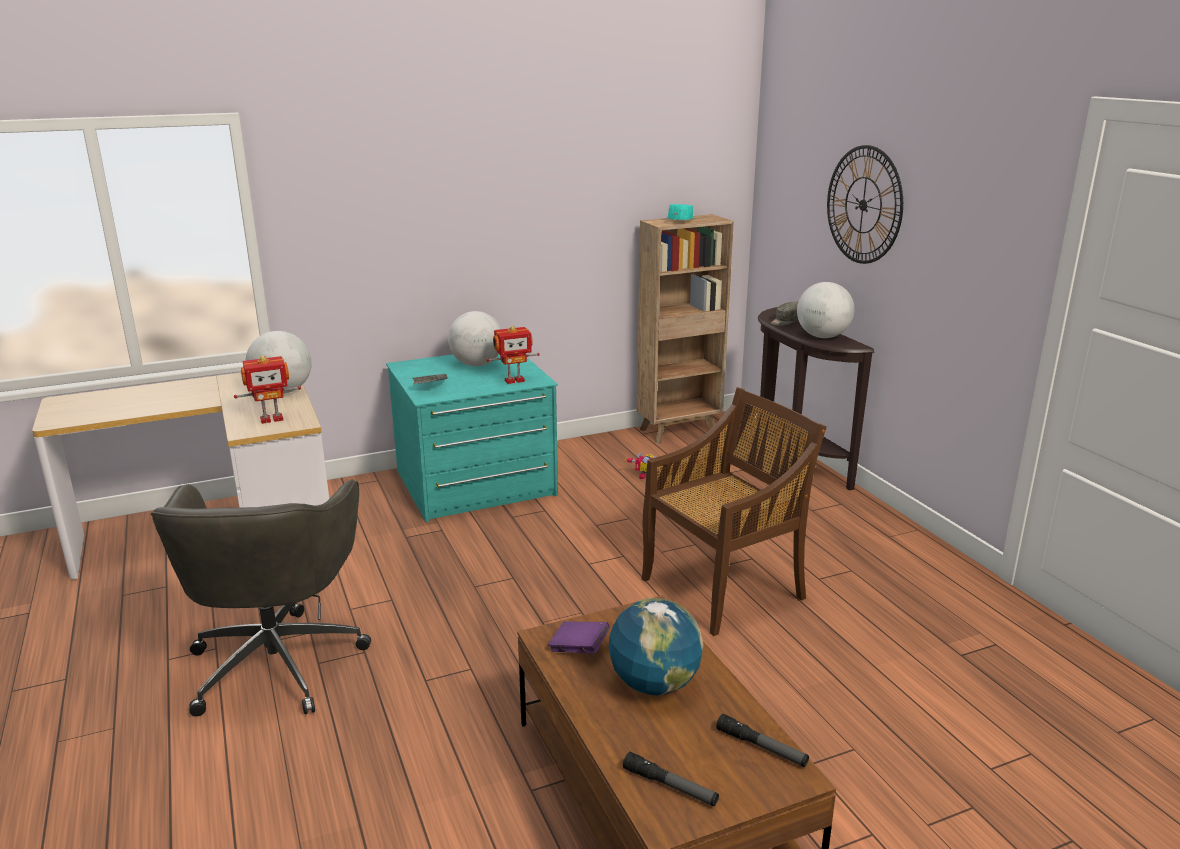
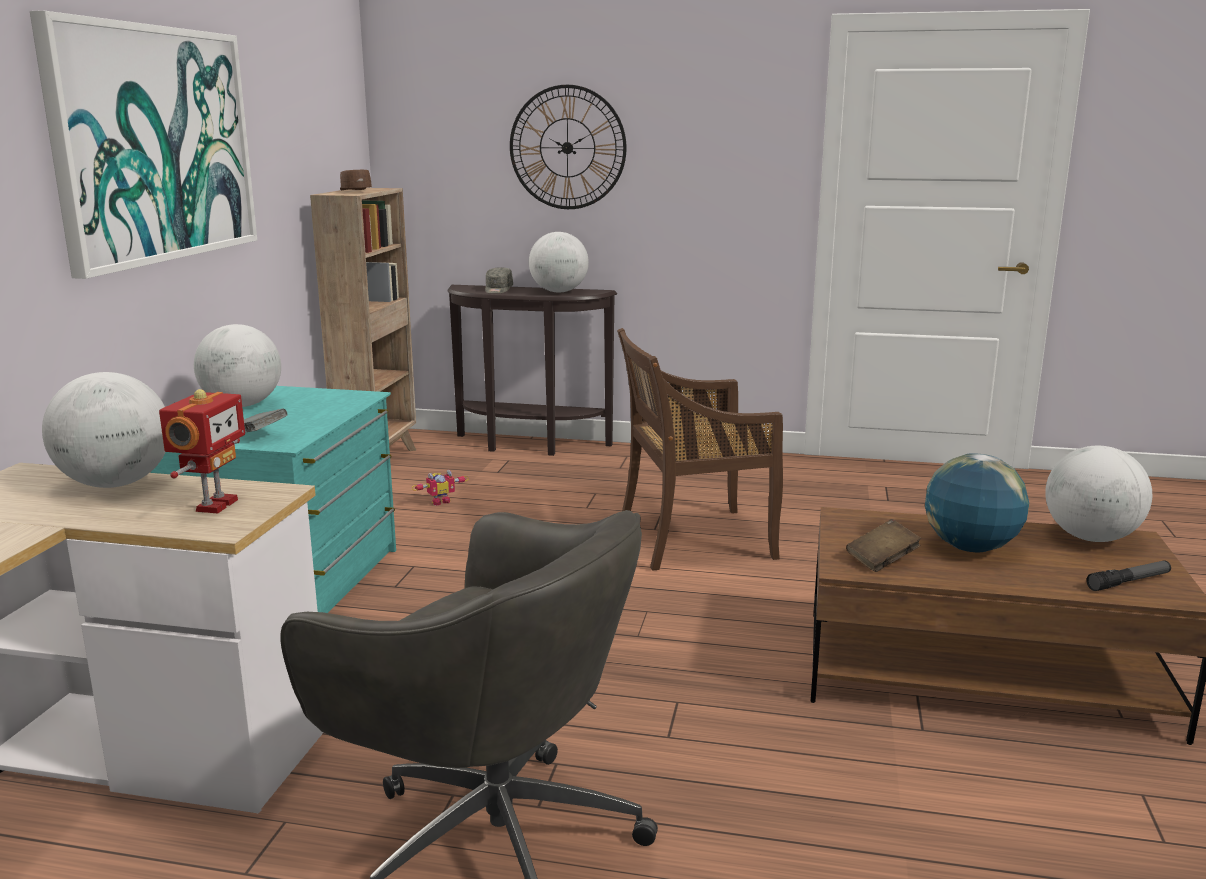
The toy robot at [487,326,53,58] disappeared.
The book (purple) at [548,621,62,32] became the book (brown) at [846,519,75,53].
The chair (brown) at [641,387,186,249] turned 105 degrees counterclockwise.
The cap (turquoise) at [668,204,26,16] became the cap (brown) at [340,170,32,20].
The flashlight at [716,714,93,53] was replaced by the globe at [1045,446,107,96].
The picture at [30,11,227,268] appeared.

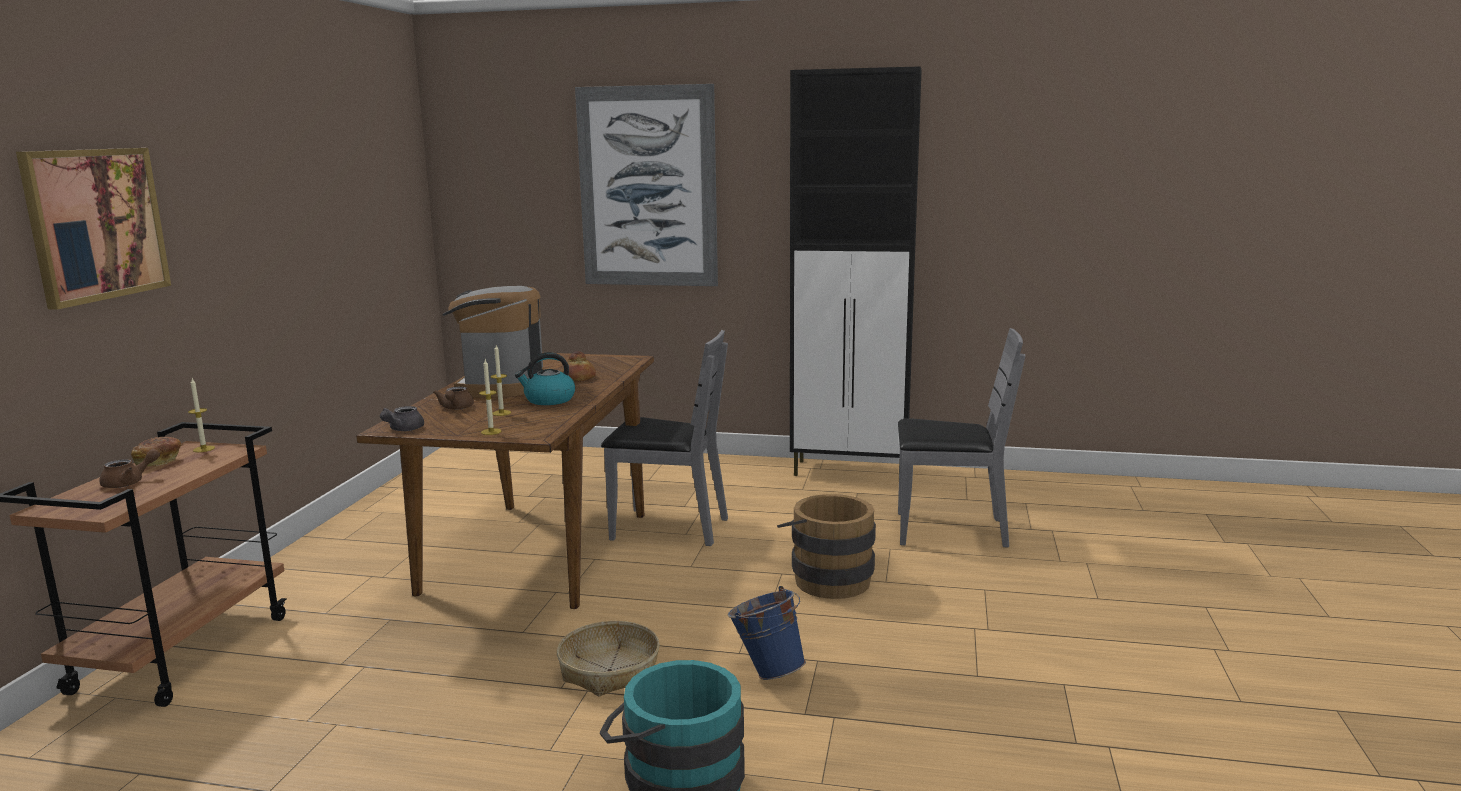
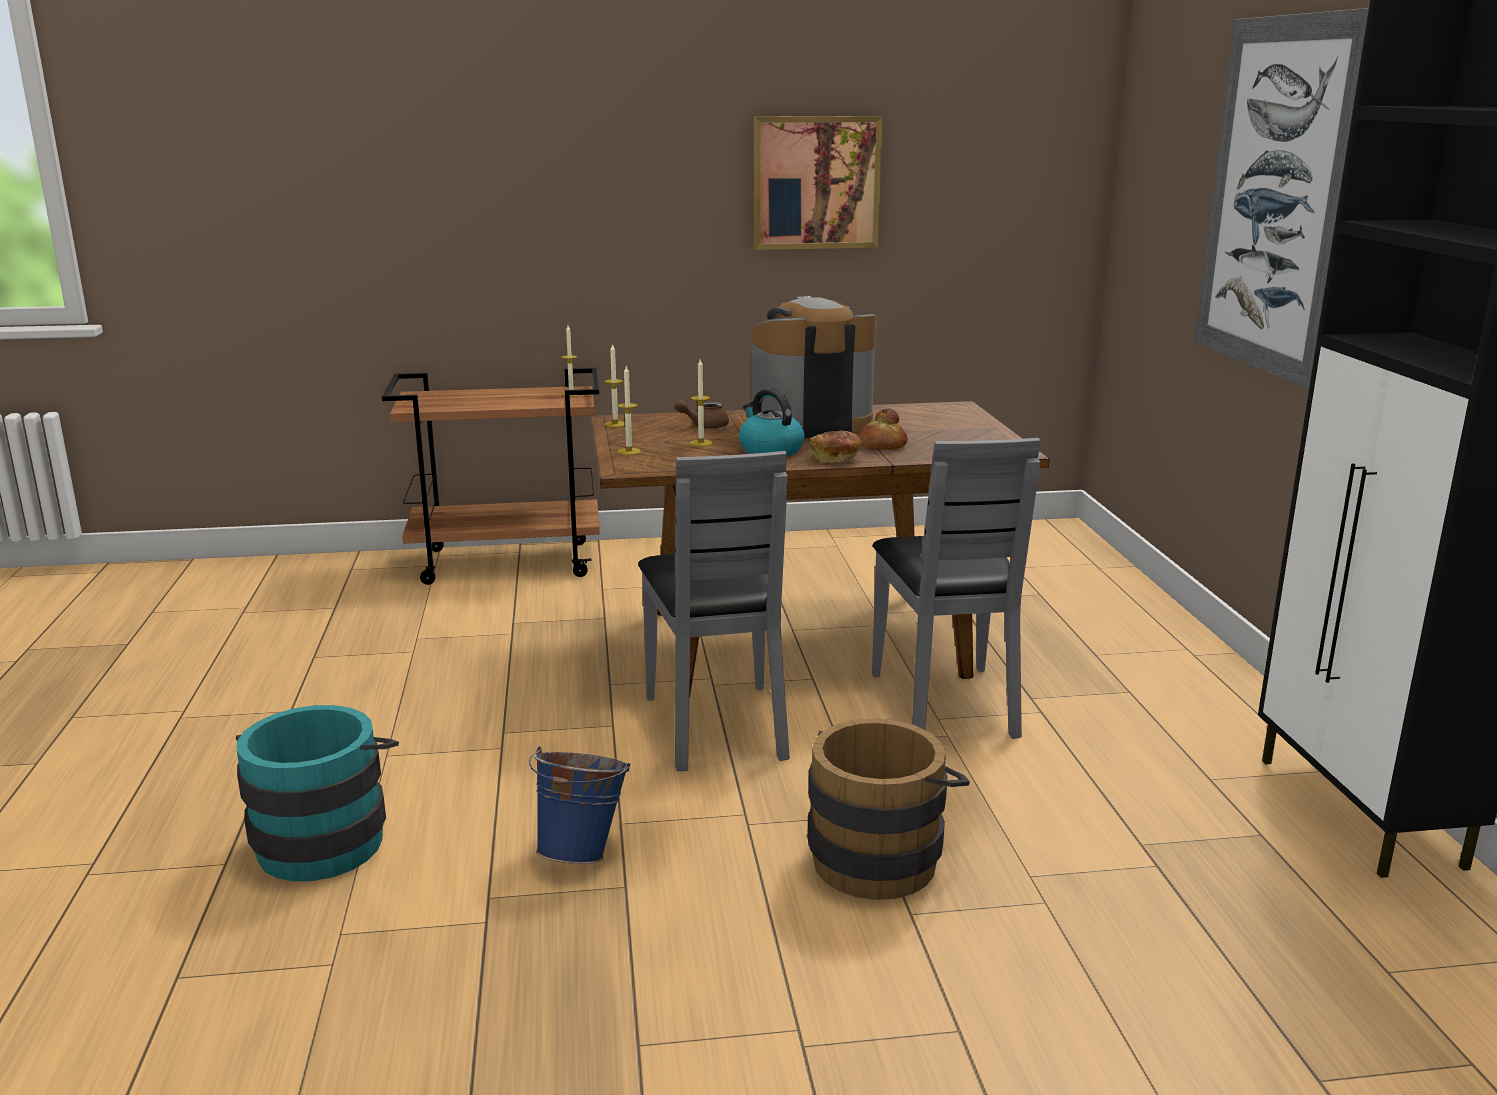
The picture moved from [16,148,155,162] to [754,116,129,134].
The teapot (brown) at [100,449,60,39] disappeared.
The bread moved from [131,437,51,30] to [810,430,53,33].
The teapot (grey) at [380,406,44,25] was replaced by the candle at [604,343,21,84].
The basket at [557,621,103,76] disappeared.
The chair (grey) moved from [898,328,127,219] to [638,451,152,320].

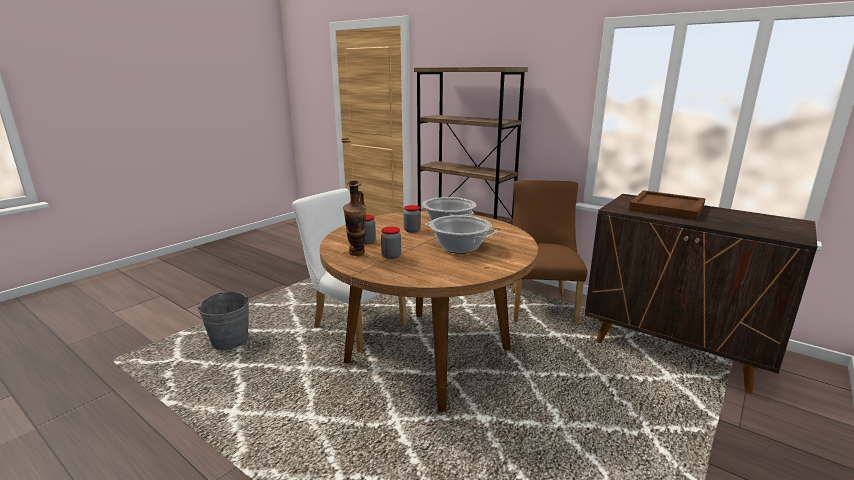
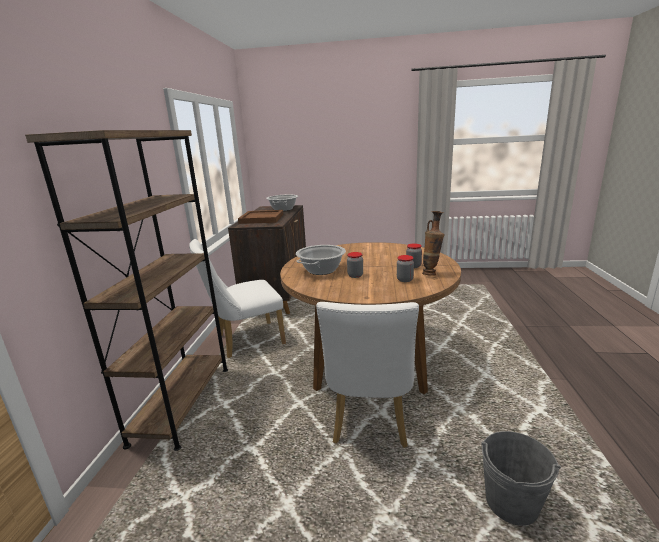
The cooking pot moved from [425,215,72,39] to [266,195,32,16].
The chair (brown) at [511,180,76,144] became the chair (white) at [189,239,97,119].

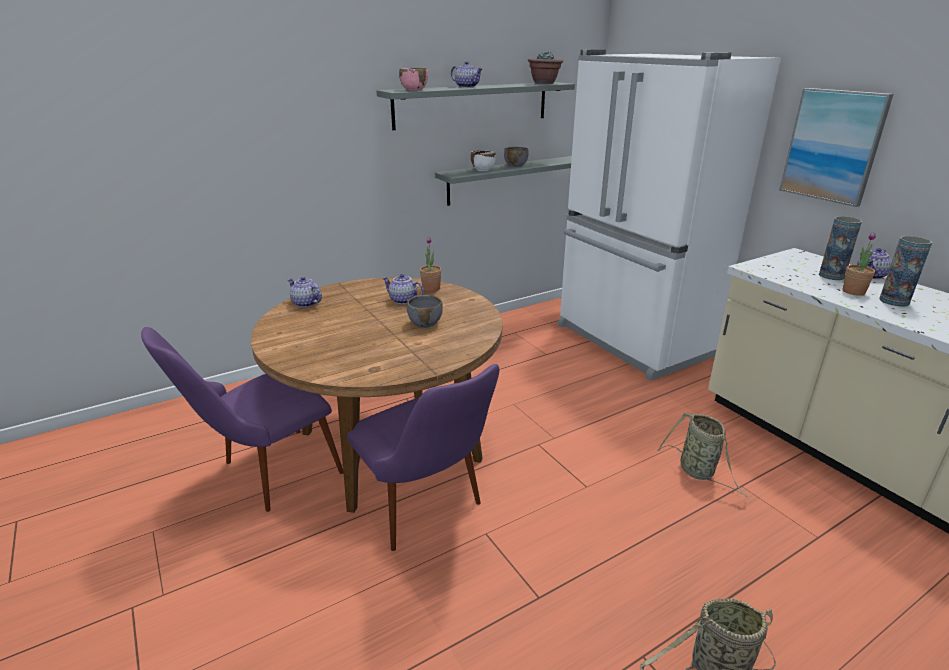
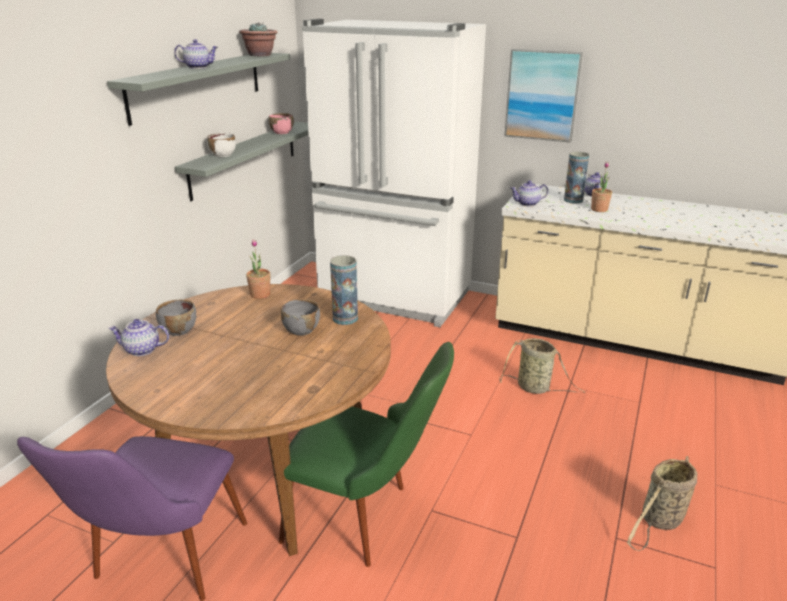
The chair (purple) at [347,364,152,187] became the chair (green) at [279,342,175,225].
The teapot moved from [382,274,42,30] to [510,181,38,25].
The bowl (pink) moved from [399,68,29,22] to [269,113,25,21].
The bowl (grey) moved from [504,147,24,20] to [156,299,40,37].
The vase moved from [880,236,52,71] to [330,255,28,70].

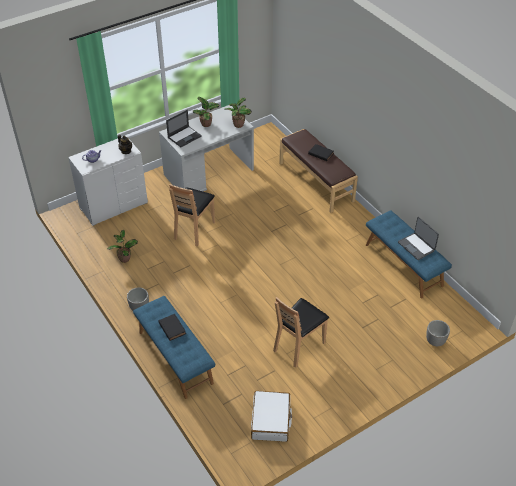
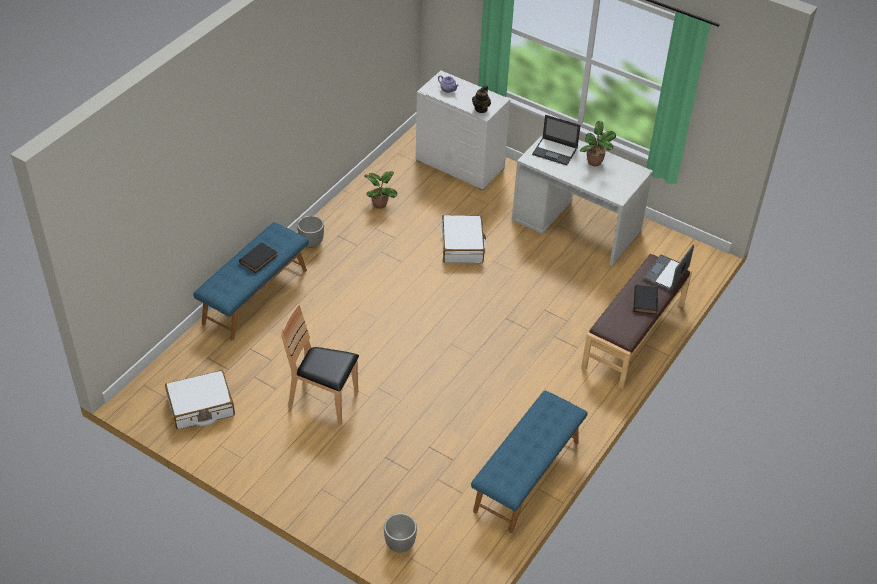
The chair (brown) at [169,184,46,62] was replaced by the suitcase (white) at [442,215,44,48].
The potted plant at [225,98,27,30] disappeared.
The laptop moved from [398,217,41,43] to [643,245,51,46].

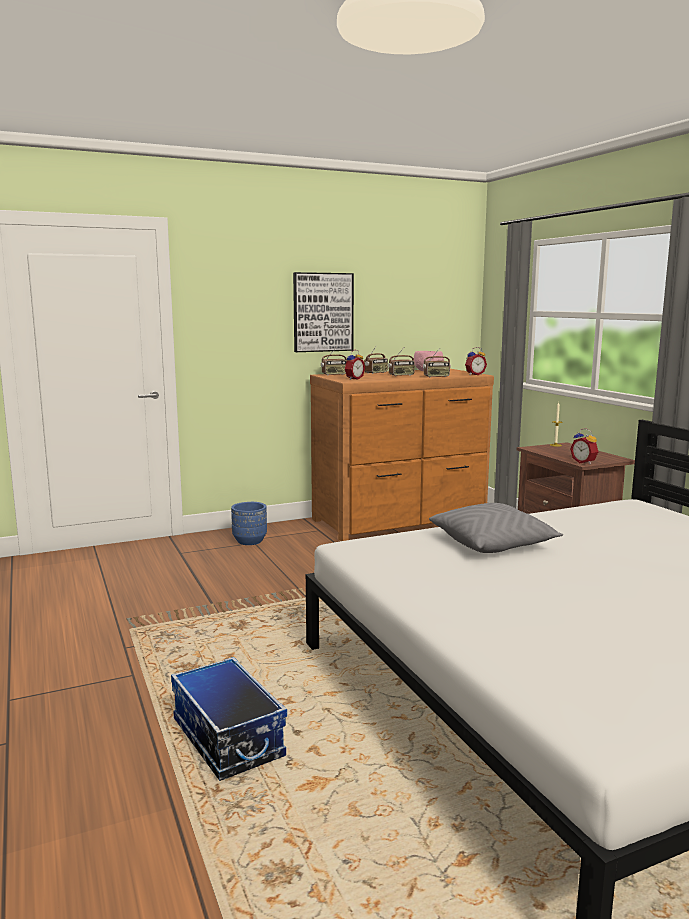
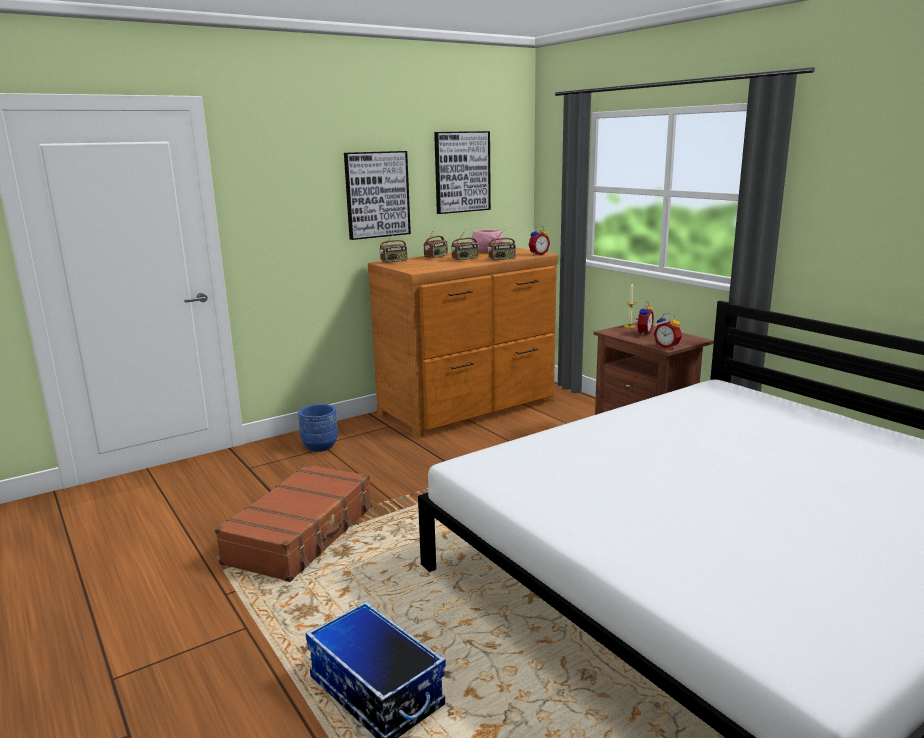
The alarm clock moved from [345,350,20,30] to [635,302,19,34].
The pillow (grey) at [429,503,134,50] disappeared.
The suitcase (brown) at [215,464,157,118] appeared.
The picture at [434,131,57,83] appeared.

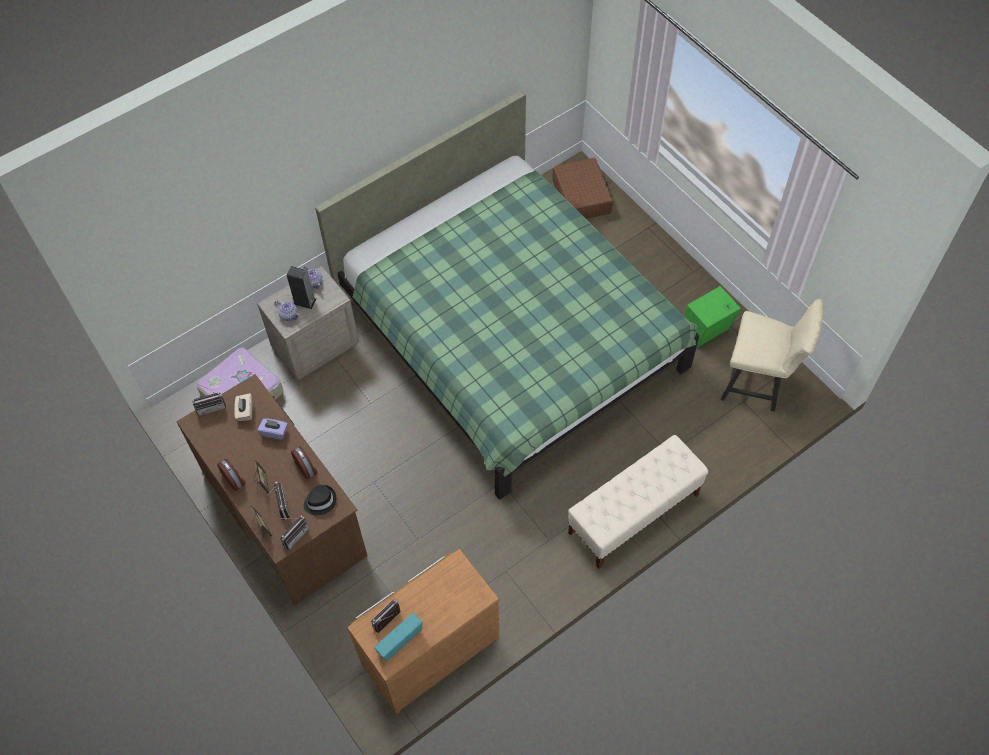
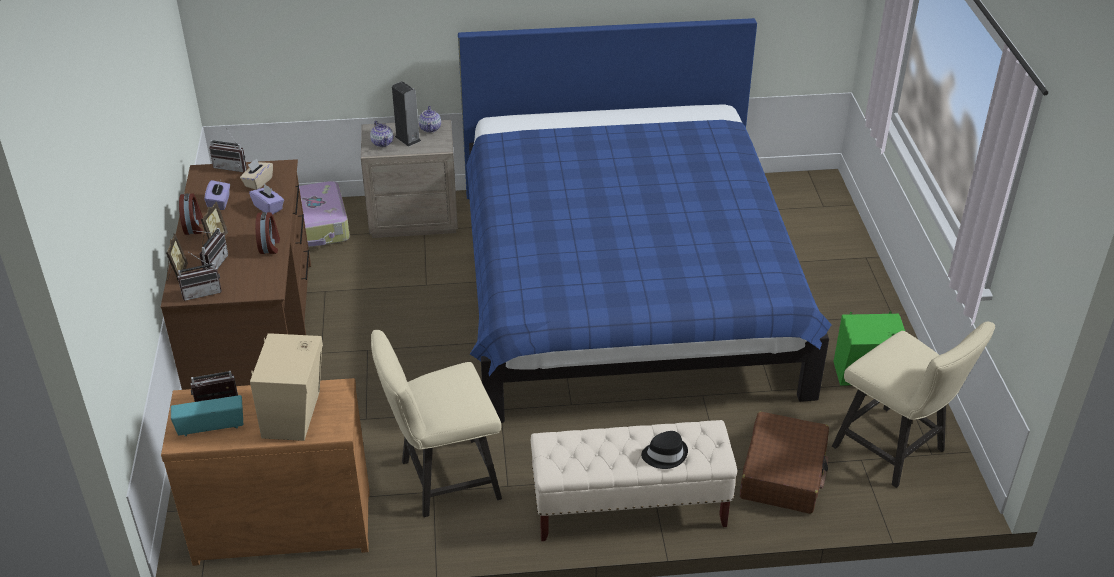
The hat (black) moved from [304,485,32,30] to [641,431,47,38].
The bed (green) at [315,91,384,409] became the bed (blue) at [458,18,374,405].
The suitcase (brown) moved from [552,158,61,61] to [740,411,89,103].
The tissue box (purple) at [204,180,26,30] appeared.
The speaker (beige) at [250,333,73,108] appeared.
The chair (beige) at [371,330,131,187] appeared.

